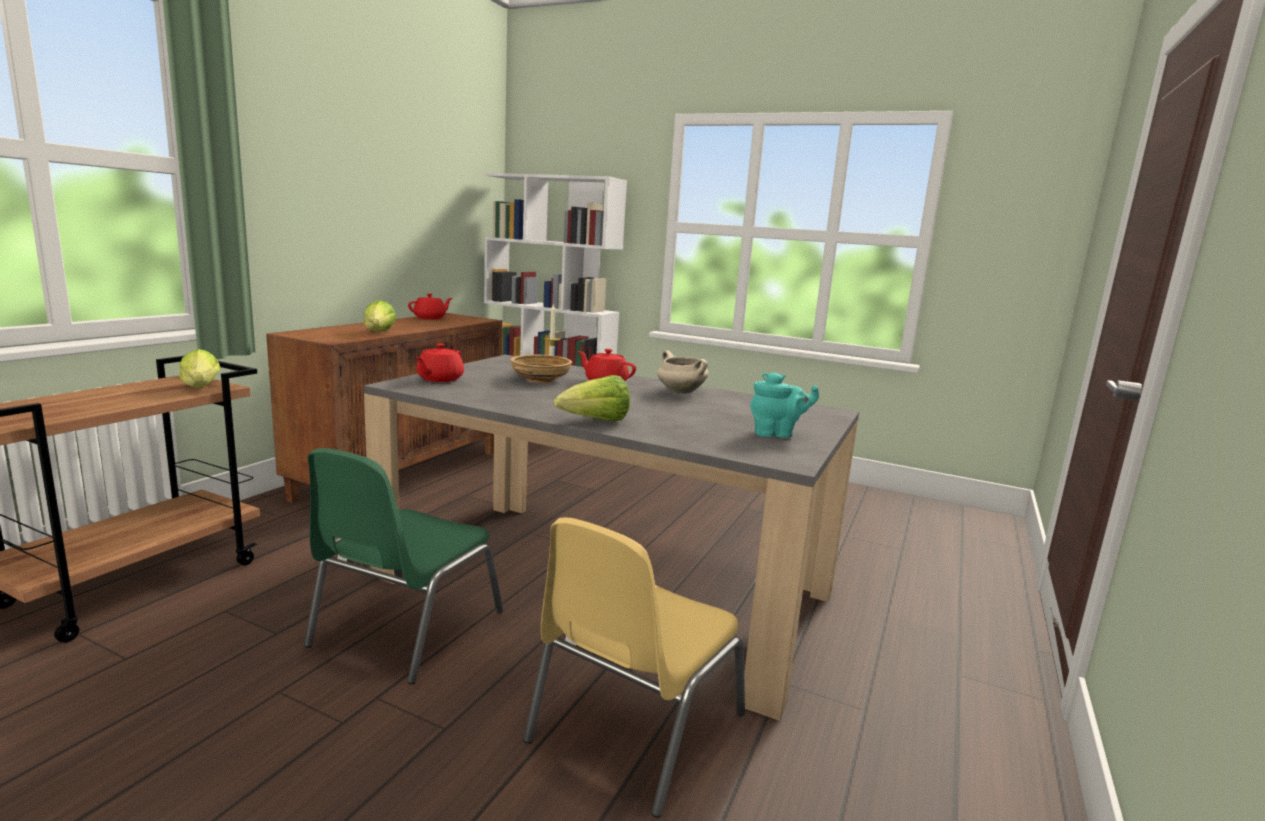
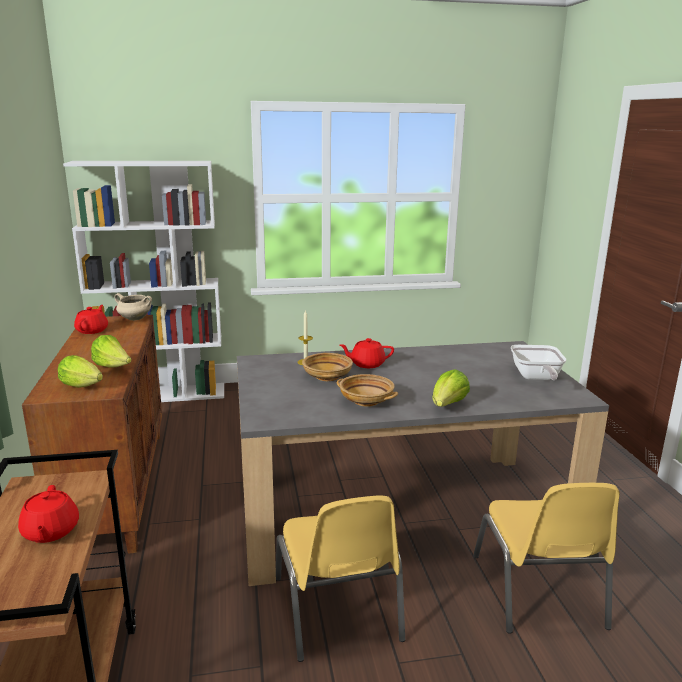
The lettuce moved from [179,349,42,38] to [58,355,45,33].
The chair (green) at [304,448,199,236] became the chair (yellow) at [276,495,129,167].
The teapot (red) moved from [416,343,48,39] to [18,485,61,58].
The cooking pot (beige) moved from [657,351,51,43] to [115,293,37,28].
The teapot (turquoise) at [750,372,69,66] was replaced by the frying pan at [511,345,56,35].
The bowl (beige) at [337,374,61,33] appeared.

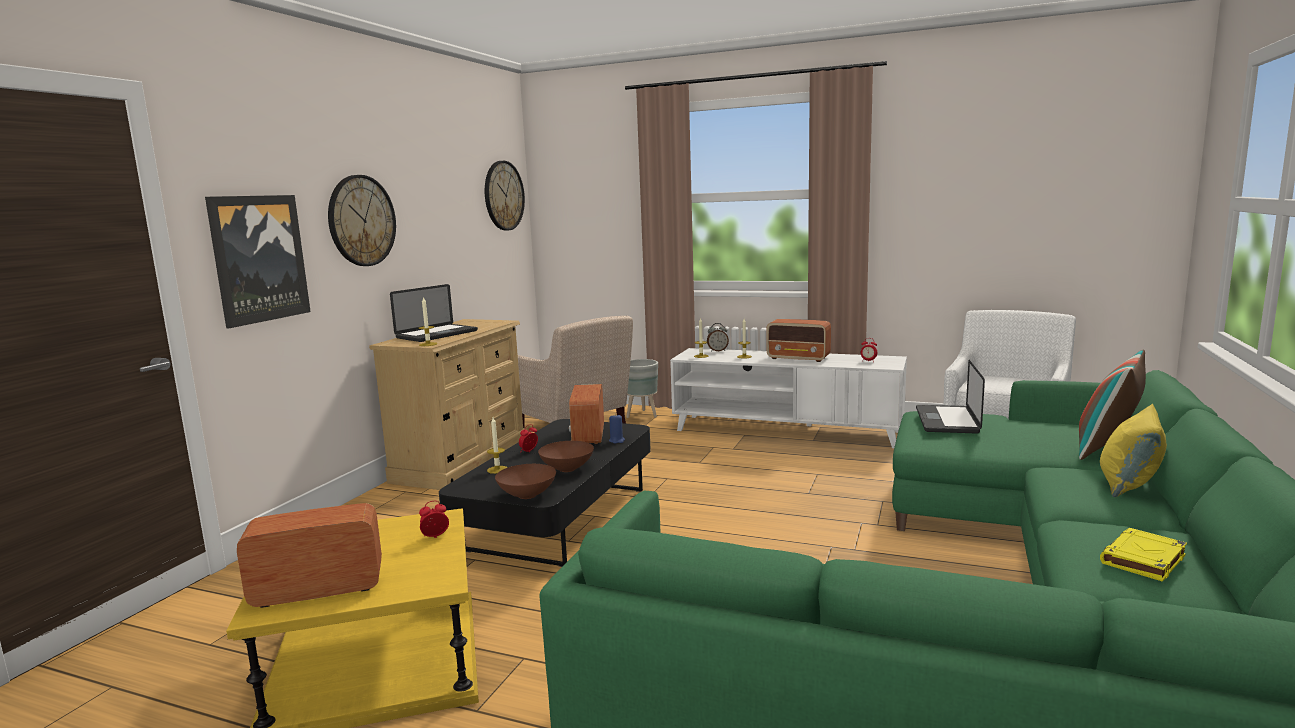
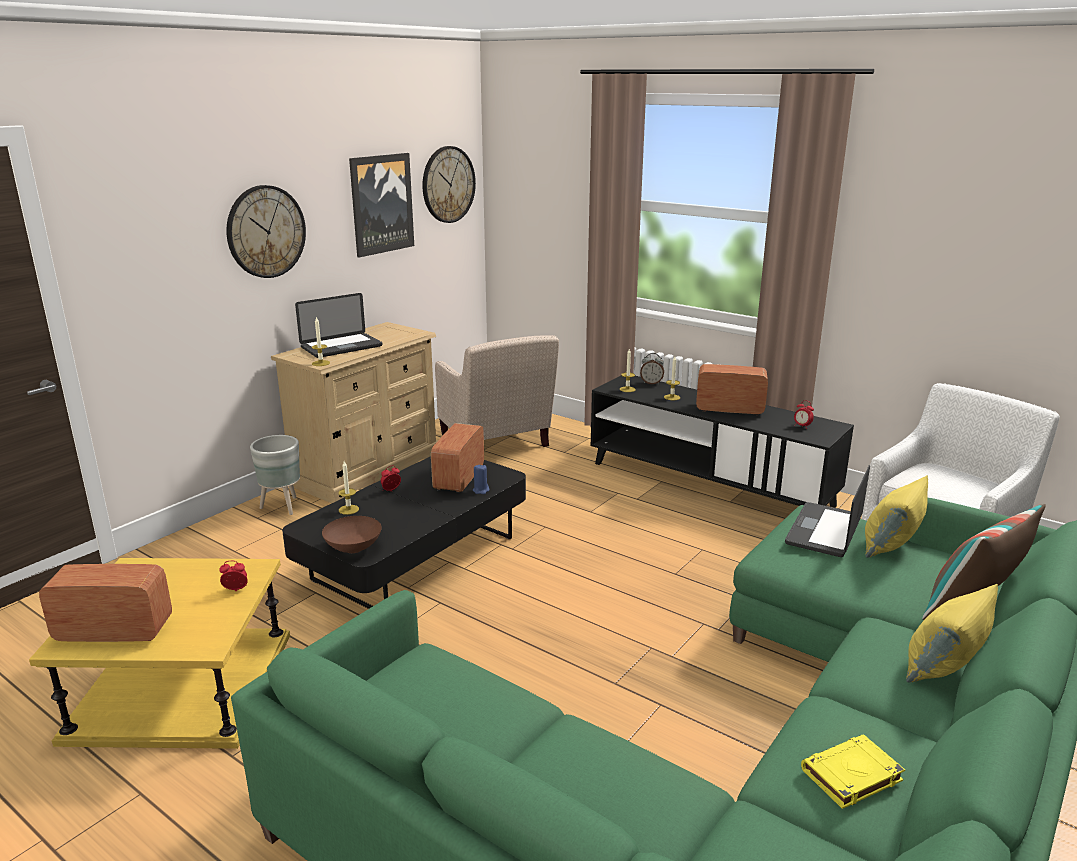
The picture moved from [205,195,106,133] to [349,153,65,105].
The bowl (brown) at [538,441,56,31] disappeared.
The planter (grey) moved from [626,359,32,59] to [250,435,50,80].
The tv stand (white) at [670,348,237,100] became the tv stand (black) at [591,375,263,133].
The radio at [766,319,65,43] turned 150 degrees clockwise.
The pillow (yellow) at [865,475,63,83] appeared.

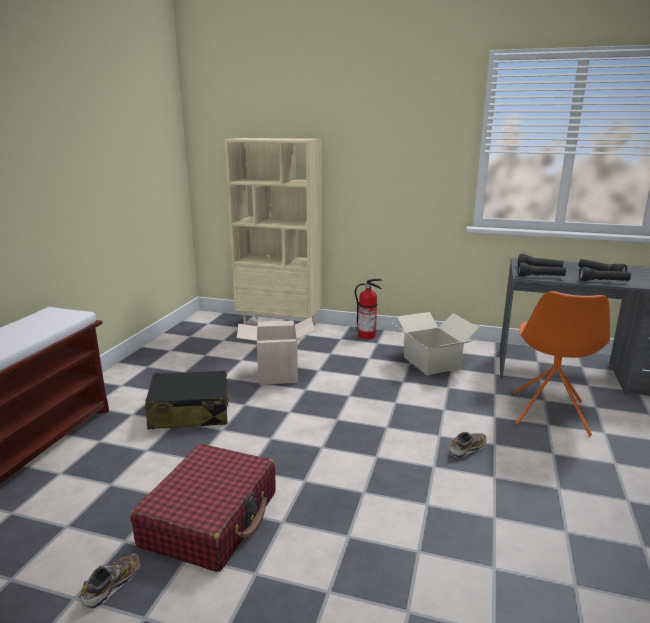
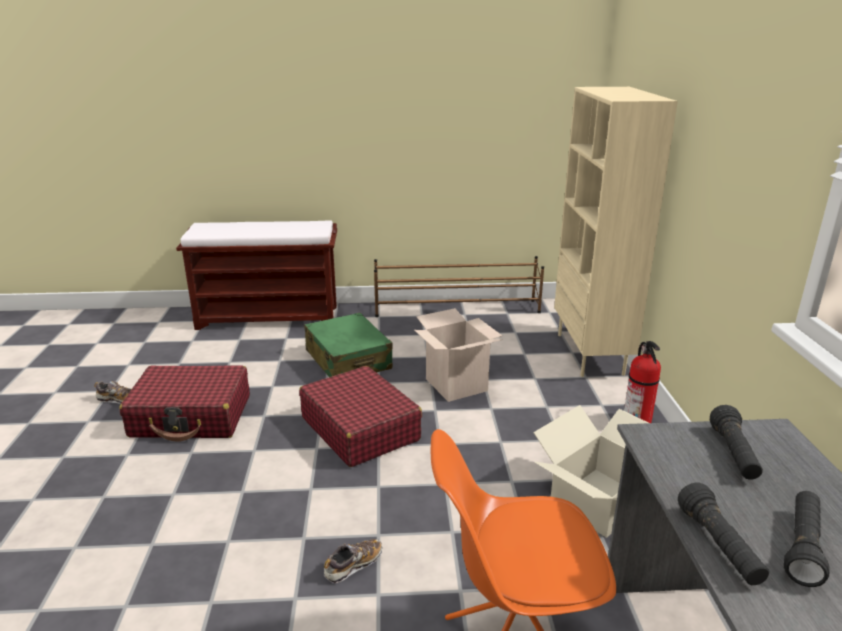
The suitcase (black) at [145,370,84,59] became the suitcase (green) at [304,313,89,64].
The shoe at [449,432,37,26] turned 75 degrees counterclockwise.
The flashlight (black) at [518,262,48,15] disappeared.
The suitcase (red) at [299,366,123,101] appeared.
The shoe rack (brown) at [374,256,170,61] appeared.

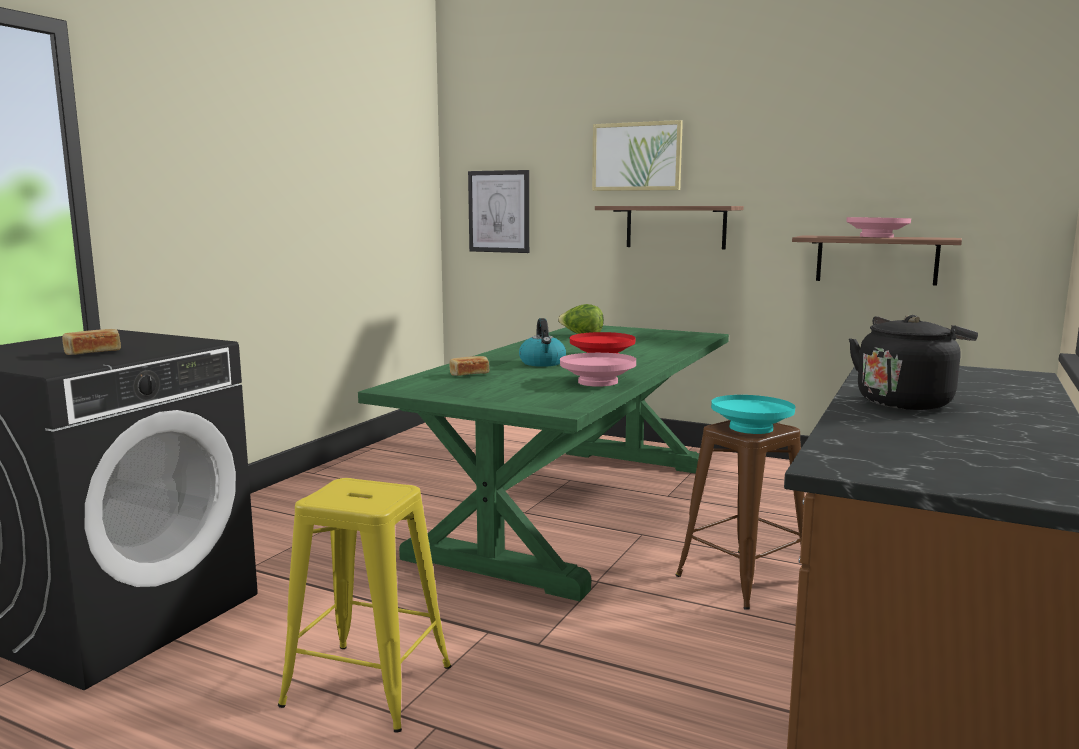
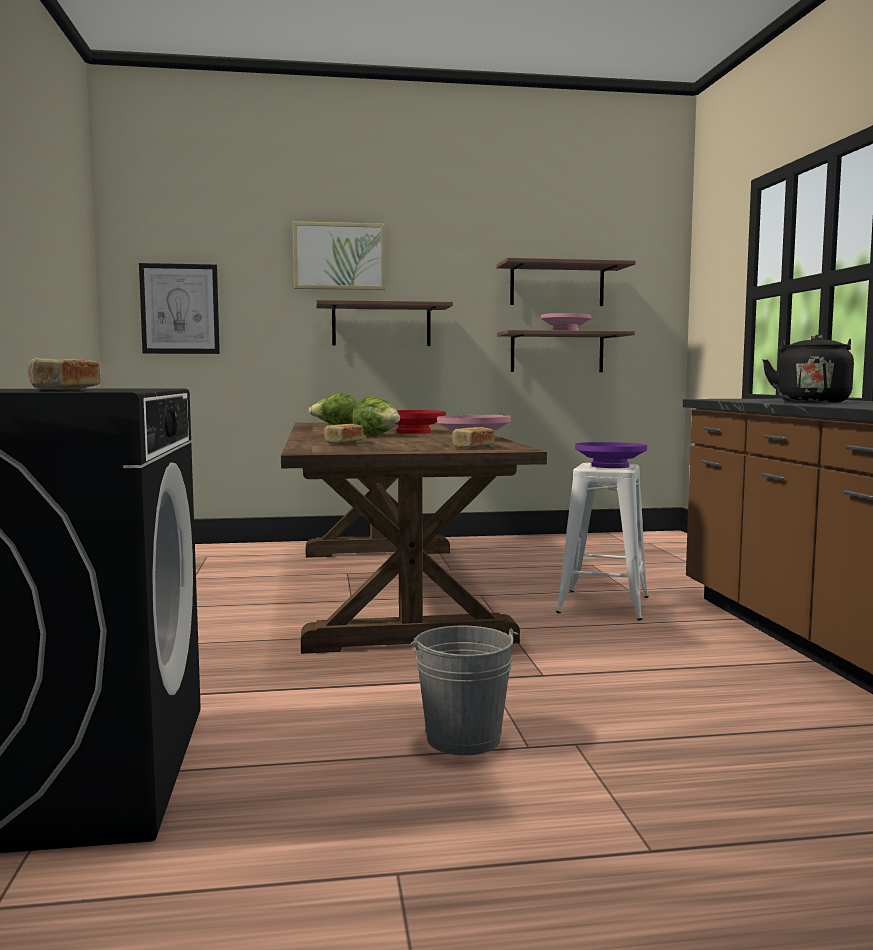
The stool (yellow) at [278,478,173,254] was replaced by the bucket (grey) at [411,626,108,129].
The dining table (green) at [358,325,371,276] became the dining table (brown) at [281,422,266,232].
The kettle at [519,318,47,49] was replaced by the lettuce at [352,396,48,40].
The stool (brown) at [676,420,129,190] became the stool (white) at [556,463,93,157].
The bowl (turquoise) at [711,395,84,39] became the bowl (purple) at [575,442,72,26].
The bread at [452,427,43,21] appeared.
The shelf at [496,258,140,48] appeared.

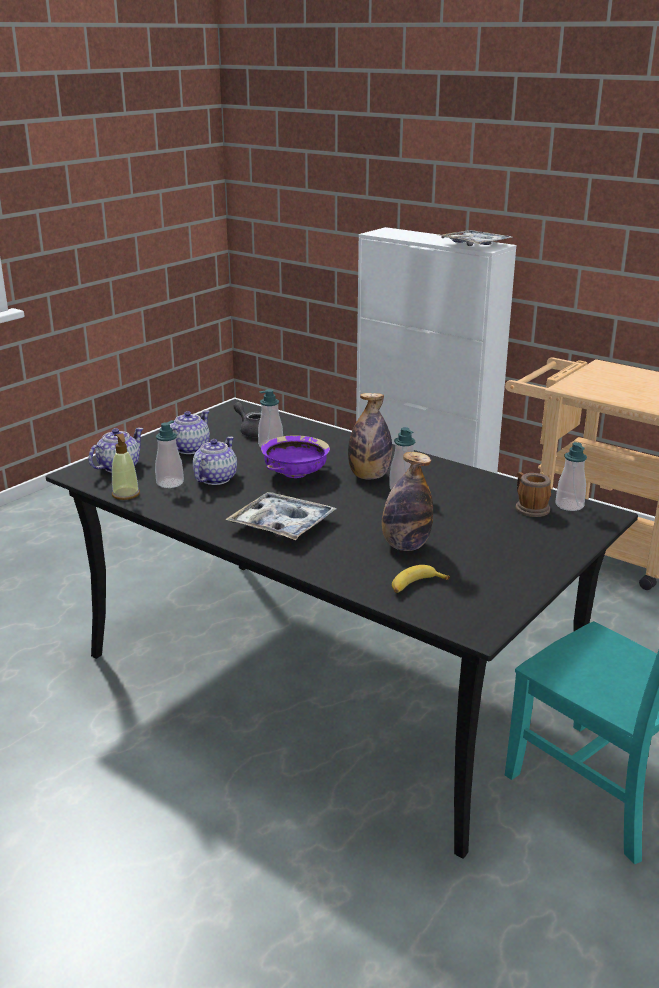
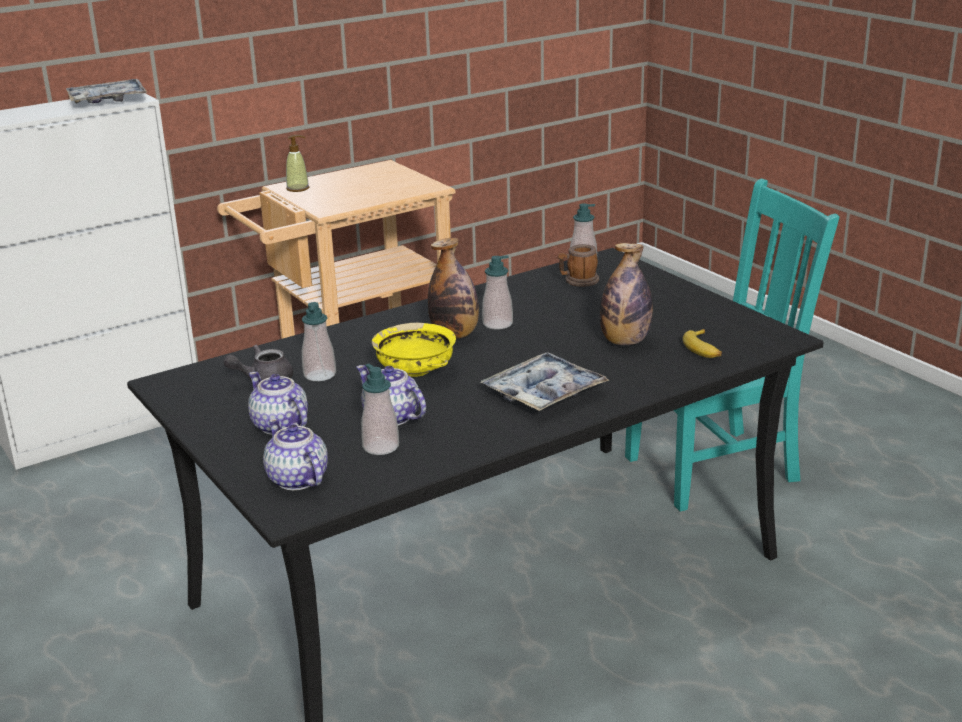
The soap dispenser moved from [112,433,28,67] to [286,135,23,57].
The bowl (purple) at [261,435,69,43] became the bowl (yellow) at [372,323,84,54].

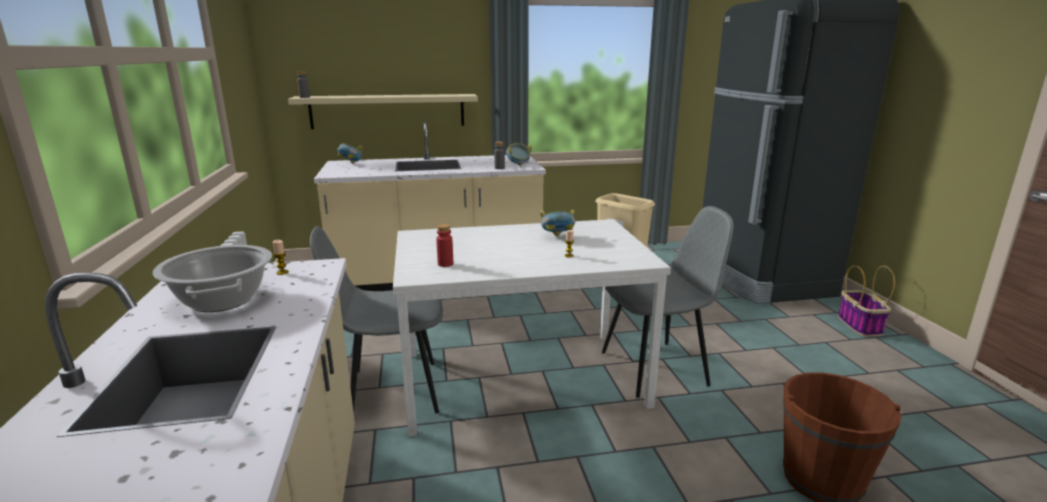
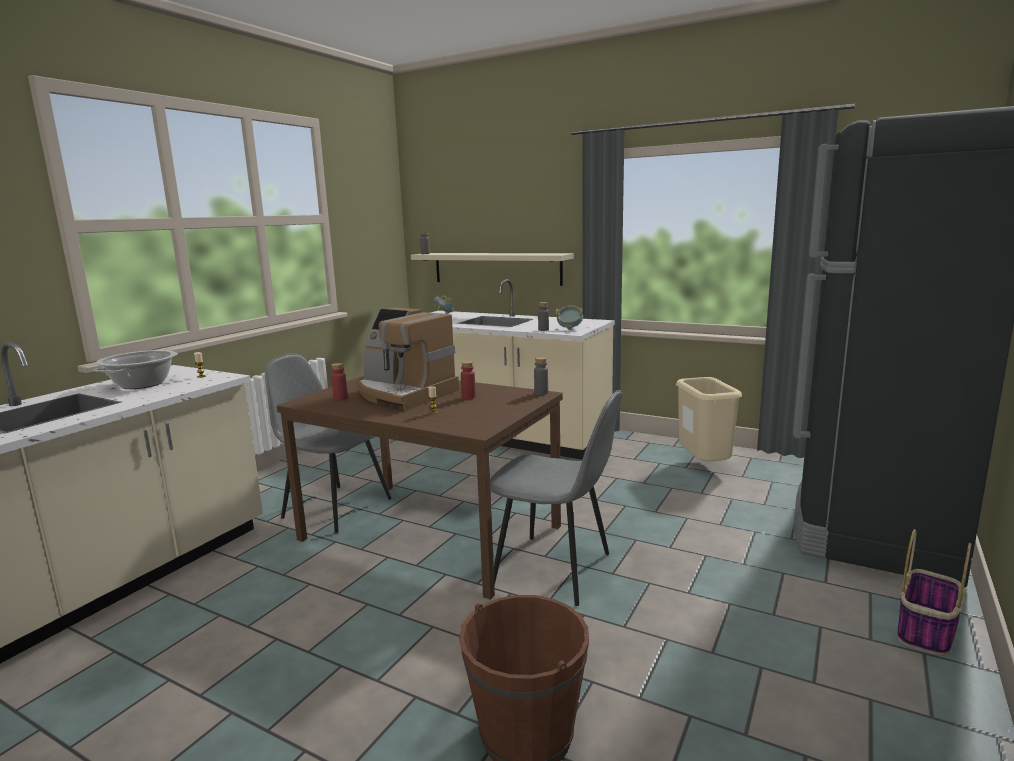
The dining table (white) at [393,219,278,217] became the dining table (brown) at [277,376,286,224].
The bowl at [540,210,35,26] was replaced by the bottle (red) at [461,361,15,38].
The coffee machine at [356,307,103,104] appeared.
The bottle (grey) at [534,357,14,38] appeared.

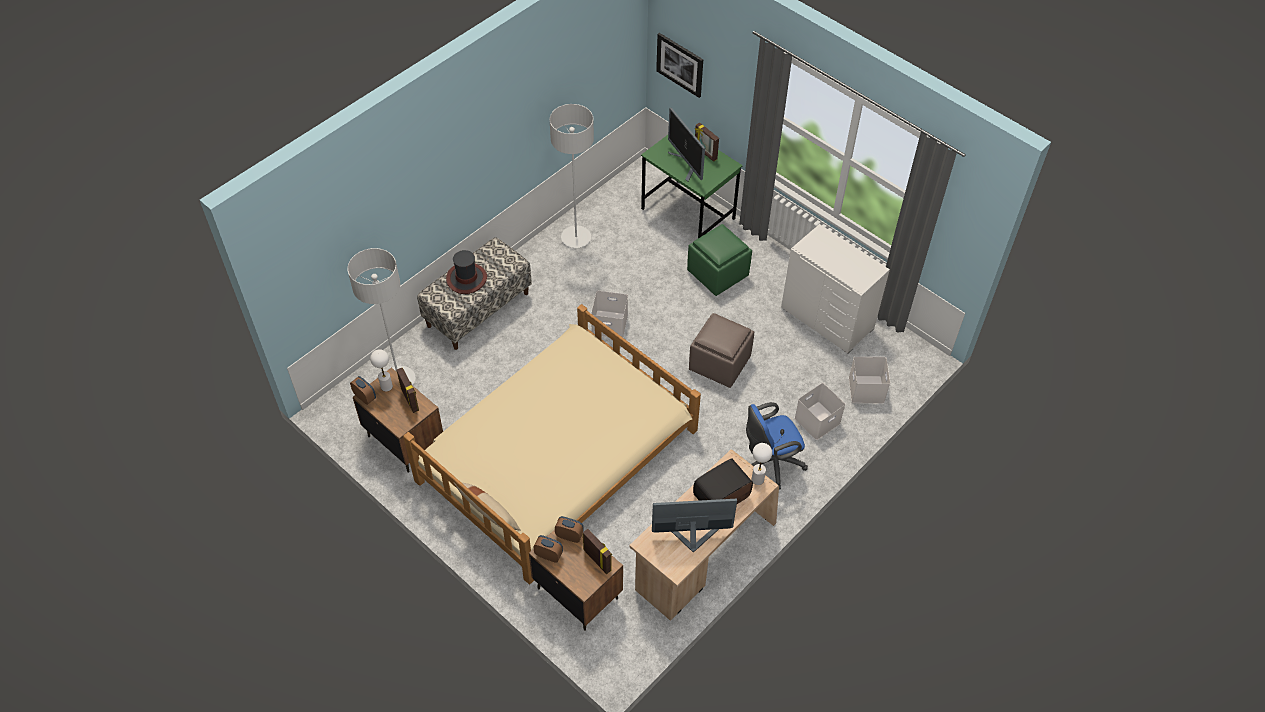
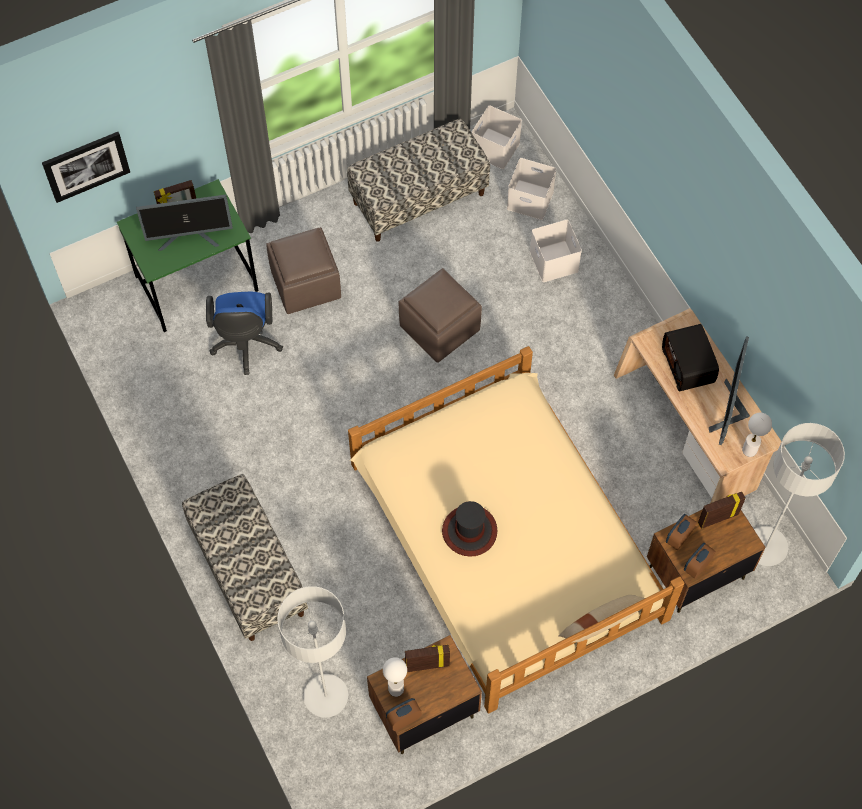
The hat moved from [446,250,41,44] to [442,501,55,56].
The floor lamp (grey) moved from [550,104,44,144] to [754,423,91,143].
The storage box (white) moved from [591,291,37,46] to [472,105,50,64].
The ottoman (green) at [687,224,65,72] became the ottoman (brown) at [266,227,75,87].
The office chair (blue) moved from [746,402,62,88] to [206,292,77,83].
The table lamp (white) moved from [752,443,20,42] to [742,413,30,44].
The dresser (white) at [781,224,109,129] was replaced by the bench at [347,119,143,123].

